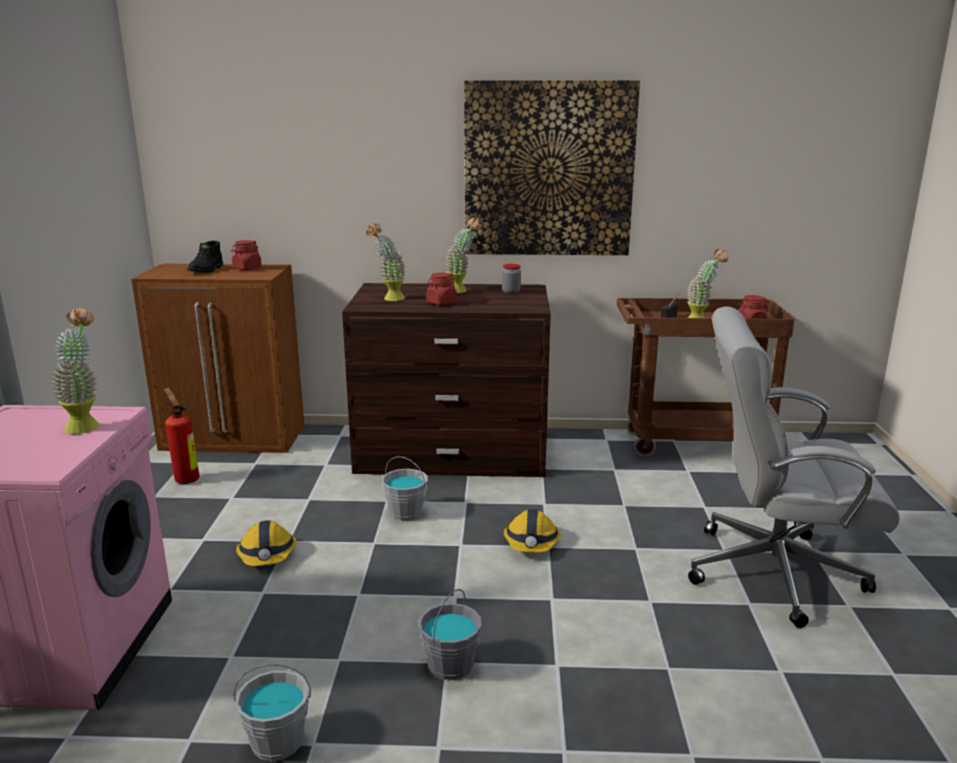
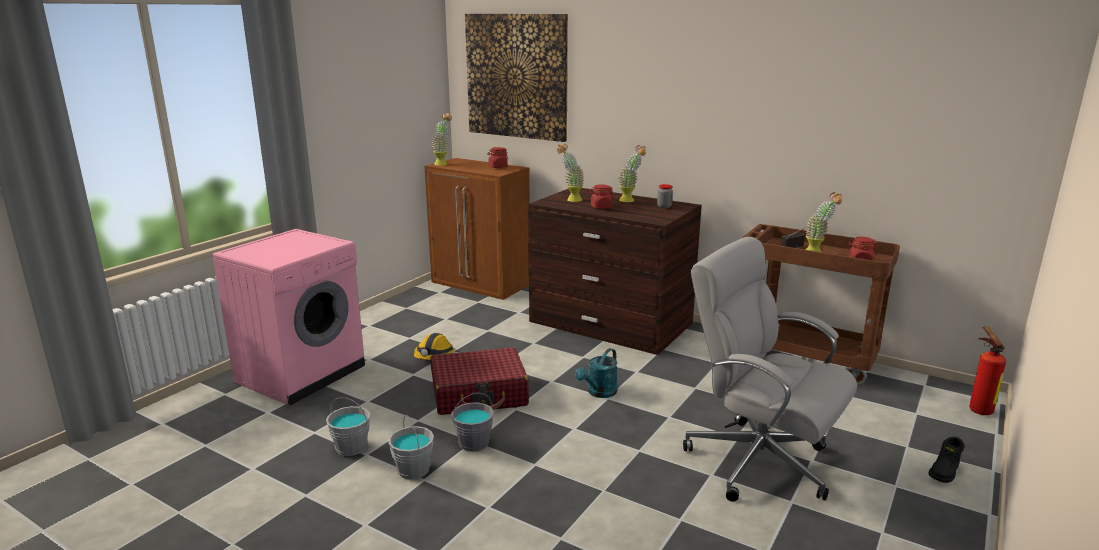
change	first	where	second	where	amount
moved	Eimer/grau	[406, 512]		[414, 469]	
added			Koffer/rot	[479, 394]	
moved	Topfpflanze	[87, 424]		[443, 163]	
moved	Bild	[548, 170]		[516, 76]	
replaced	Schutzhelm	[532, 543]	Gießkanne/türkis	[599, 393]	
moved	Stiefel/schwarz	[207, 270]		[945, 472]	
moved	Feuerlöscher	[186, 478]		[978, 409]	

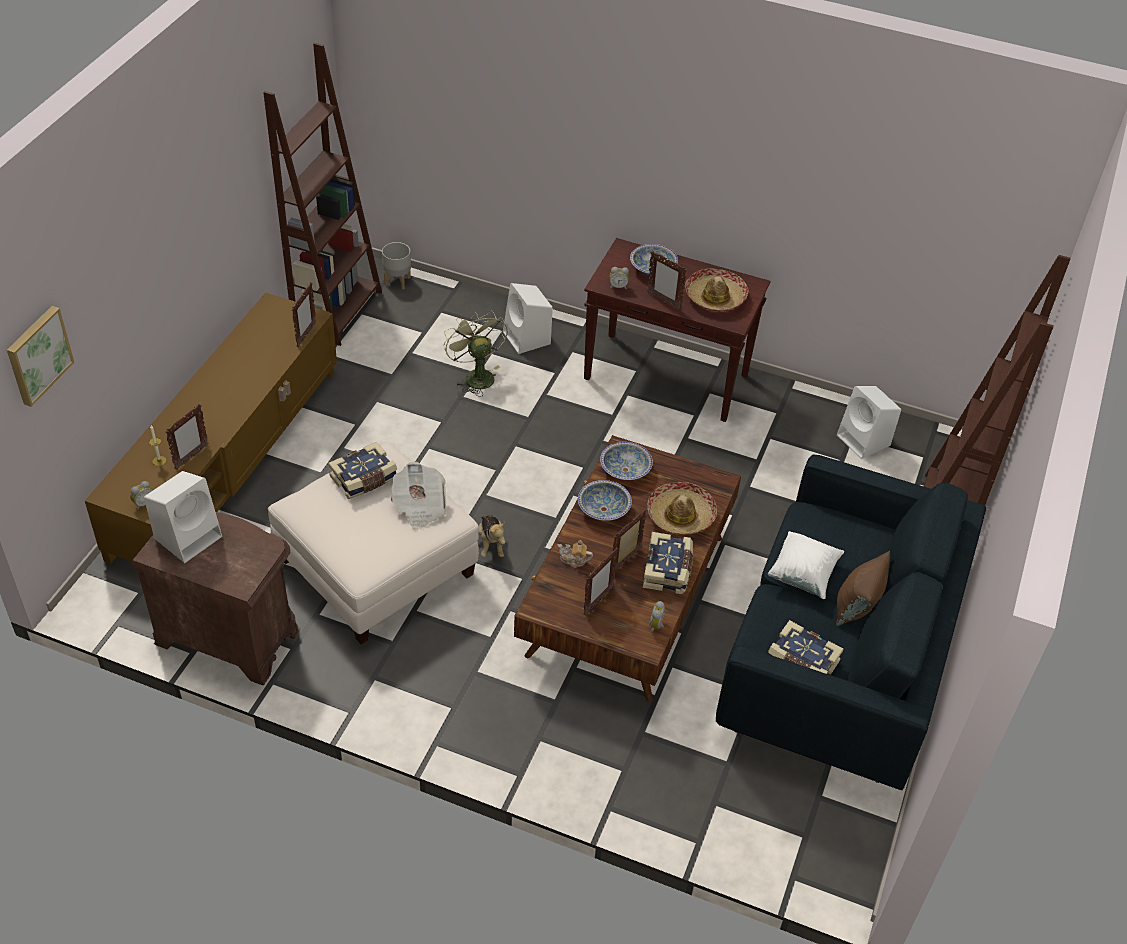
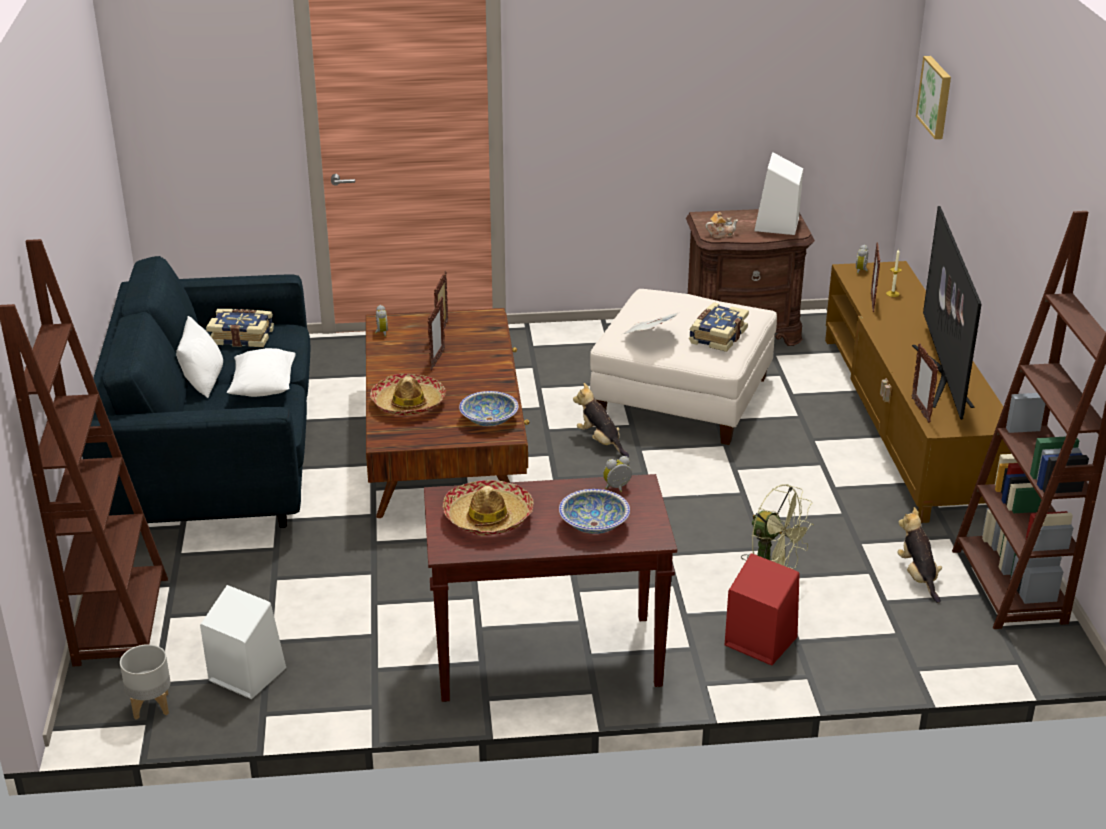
change	first	where	second	where	amount
moved	Pflanzkübel/grau	[398, 281]		[150, 706]	
recoloured	Kissen/braun	[856, 606]	Kissen/weiß	[203, 381]	
moved	Teekanne	[574, 560]		[721, 234]	
recoloured	Lautsprecher/weiß	[527, 338]	Lautsprecher/rot	[758, 641]	
added			Plüschtier	[918, 576]	
added			Fernseher	[942, 375]	
removed	Schüssel	[603, 509]			
removed	Buch	[668, 570]			
removed	Bilderrahmen	[663, 301]			

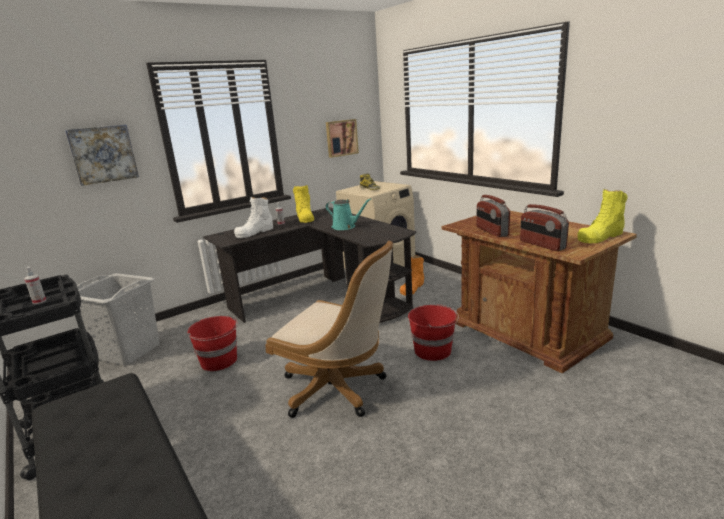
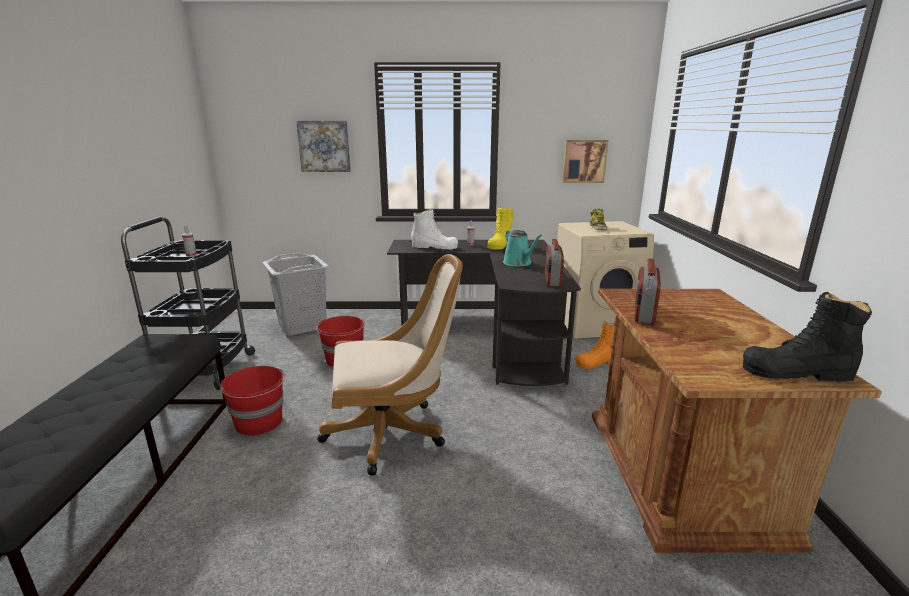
change	first	where	second	where	amount
moved	Eimer/rot	[433, 350]		[259, 422]	
turned	Bürostuhl	[340, 389]		[393, 432]	75 degrees counterclockwise
turned	Stiefel/weiß	[255, 232]		[434, 247]	150 degrees counterclockwise
moved	Radio	[542, 245]		[552, 279]	
recoloured	Stiefel/gelb	[600, 237]	Stiefel/schwarz	[797, 372]	

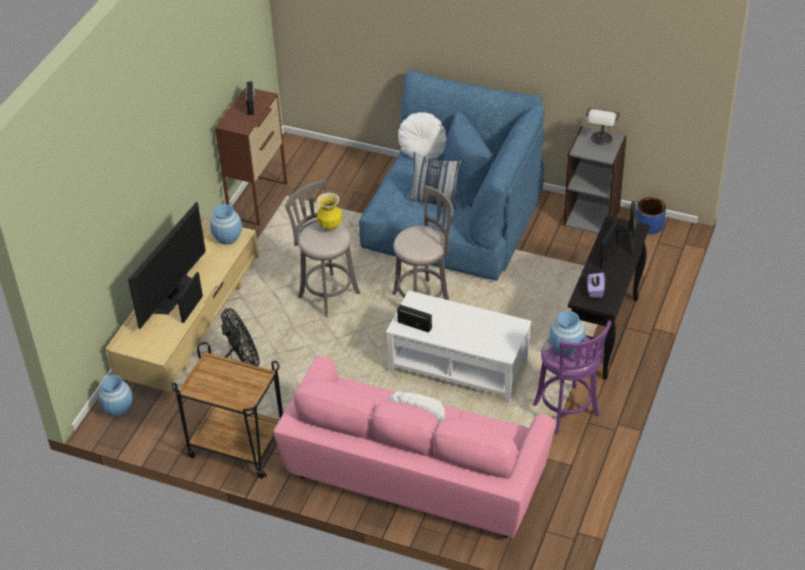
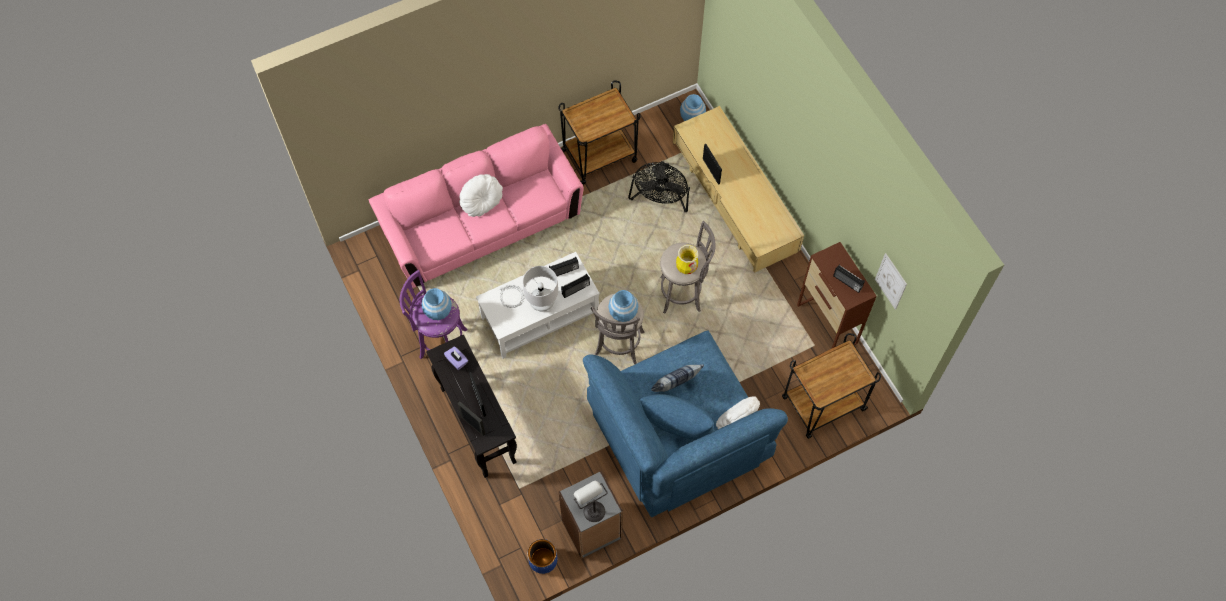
change	first	where	second	where	amount
added			Tischlampe/weiß	[530, 300]	
added			Radio	[576, 290]	
moved	Vase/blau	[227, 237]		[623, 313]	
added			Rollwagen/braun	[822, 404]	
added			Bild	[891, 281]	
removed	Fernseher	[172, 294]			

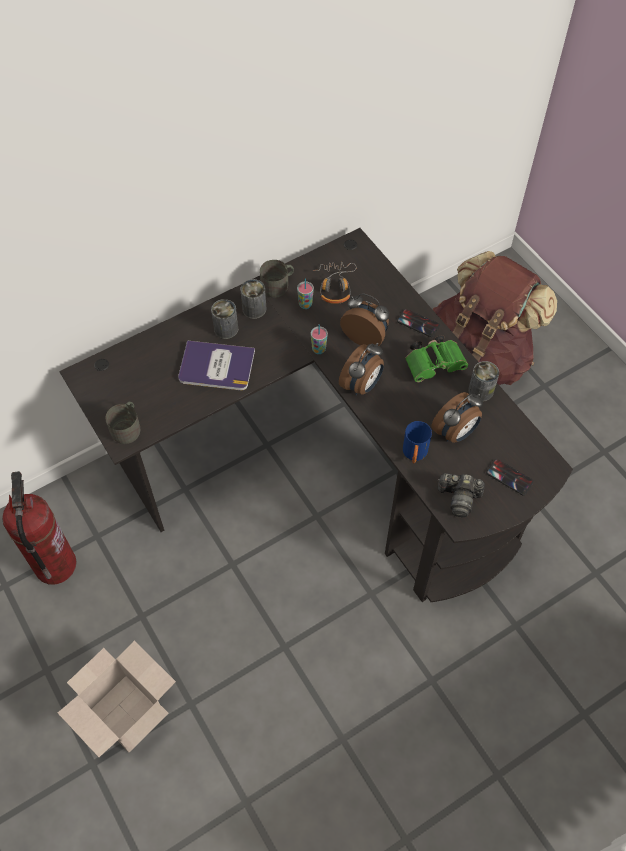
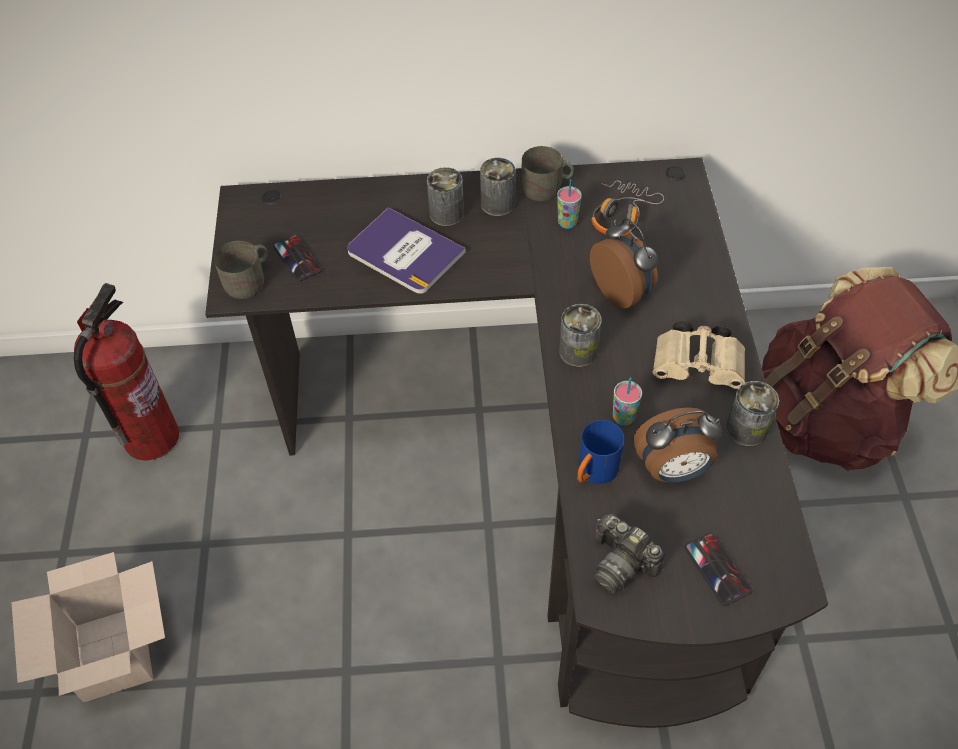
change	first	where	second	where	amount
moved	Handy	[418, 323]		[297, 258]	
replaced	Wecker	[362, 385]	Dose	[578, 351]	
moved	Tasse	[318, 349]		[623, 418]	
recoloured	Fernglas/grün	[435, 365]	Fernglas/beige	[700, 367]	

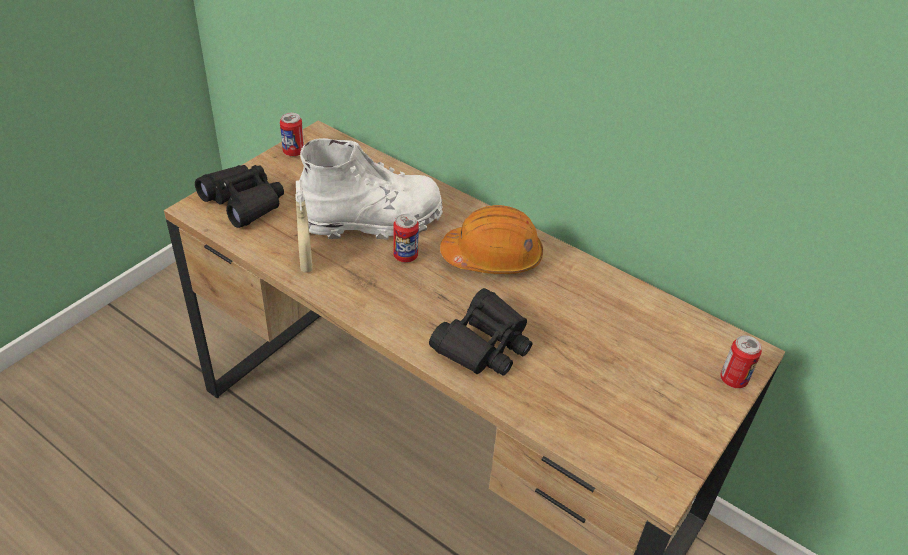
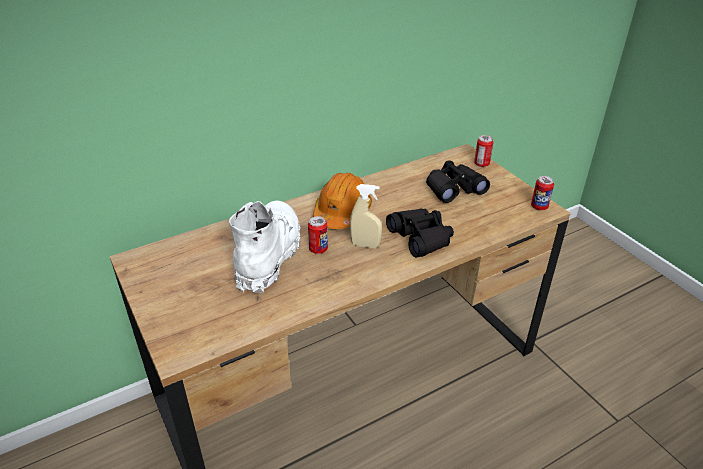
change	first	where	second	where	amount
moved	Sprühflasche/beige	[306, 262]		[365, 245]	
moved	Fernglas/schwarz	[244, 202]		[453, 189]	
moved	Dose	[293, 152]		[539, 207]	

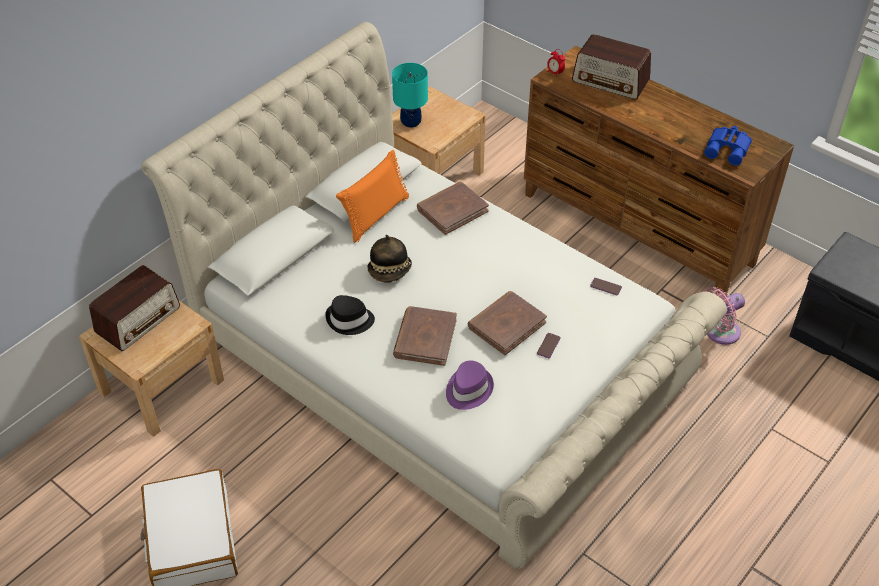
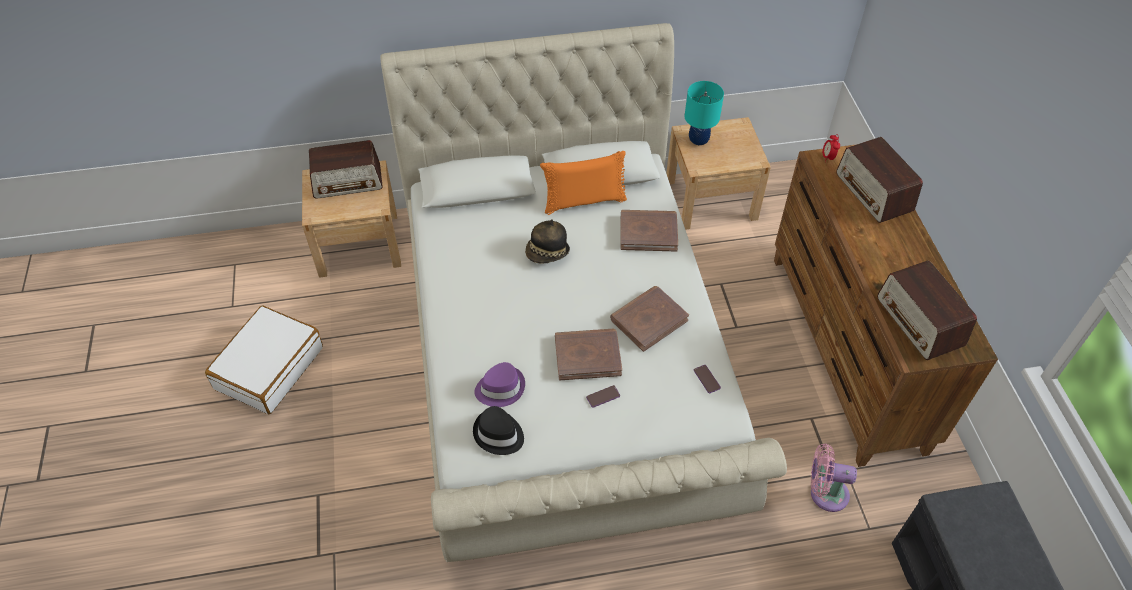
change	first	where	second	where	amount
moved	Hut/schwarz	[349, 320]		[498, 434]	
moved	Buch/braun	[425, 338]		[648, 320]	
replaced	Fernglas/blau	[728, 149]	Radio	[920, 322]	

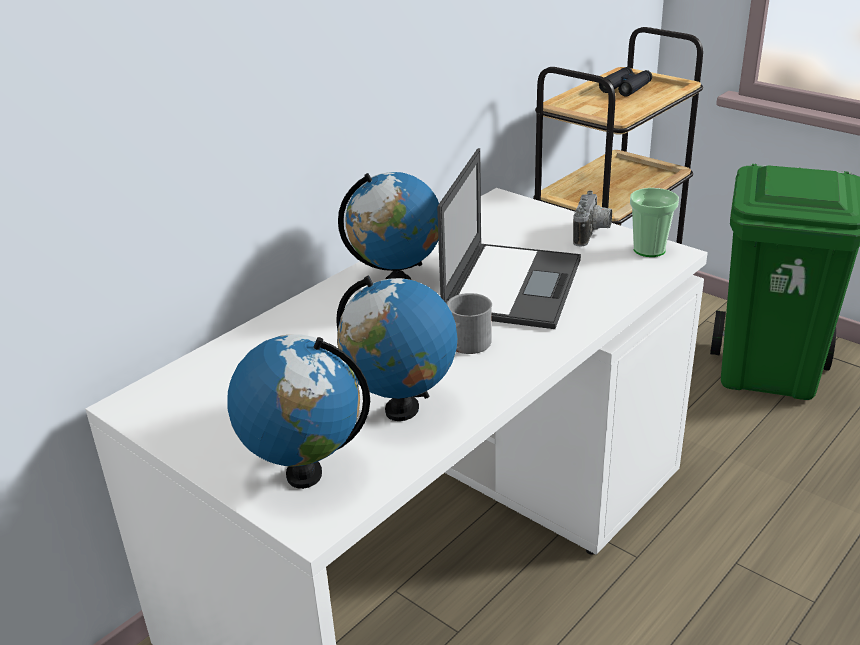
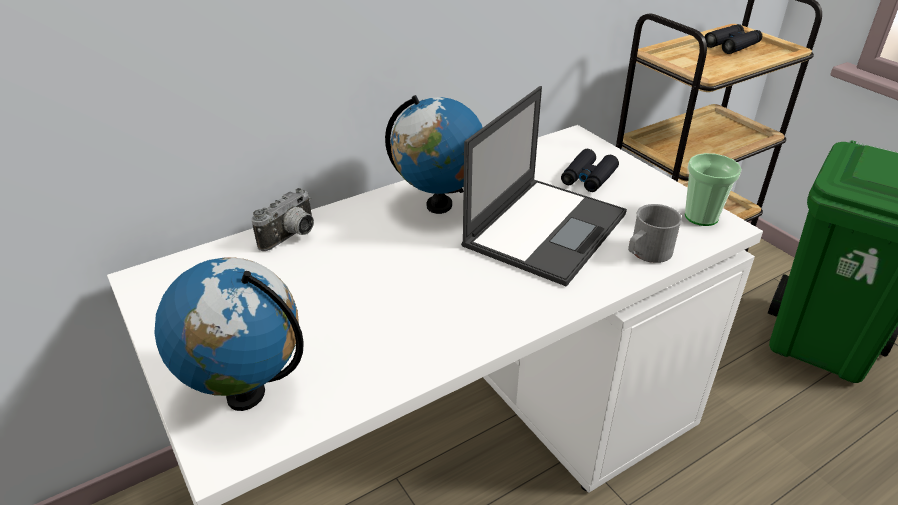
change	first	where	second	where	amount
moved	Kamera	[592, 234]		[292, 237]	
added			Fernglas/schwarz	[588, 178]	
moved	Henkelbecher/grau	[465, 346]		[646, 253]	
removed	Globus	[401, 410]			

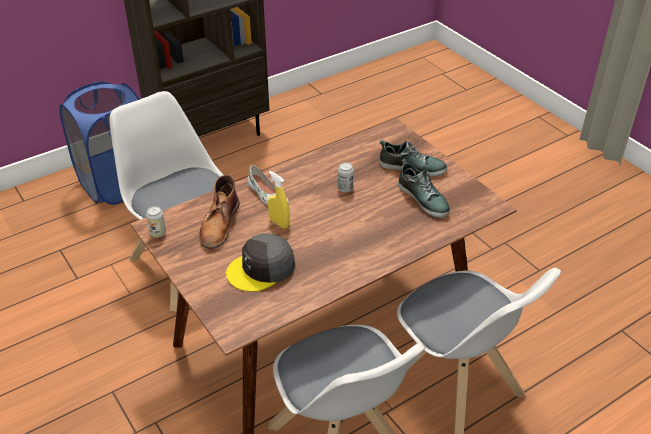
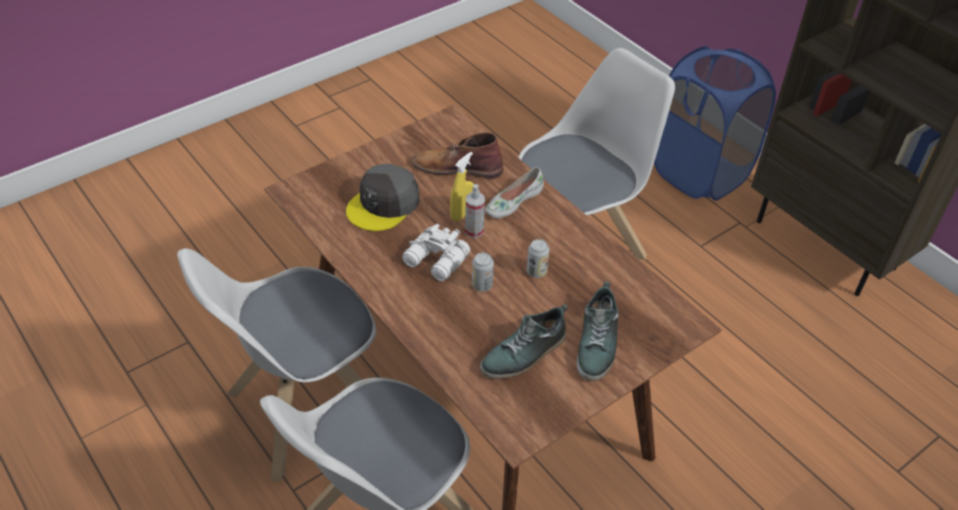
change	first	where	second	where	amount
turned	Kappe/grau	[261, 269]		[384, 204]	105 degrees counterclockwise
added			Fernglas/weiß	[436, 261]	
added			Sprühflasche	[474, 231]	
moved	Dose	[158, 233]		[482, 285]	

